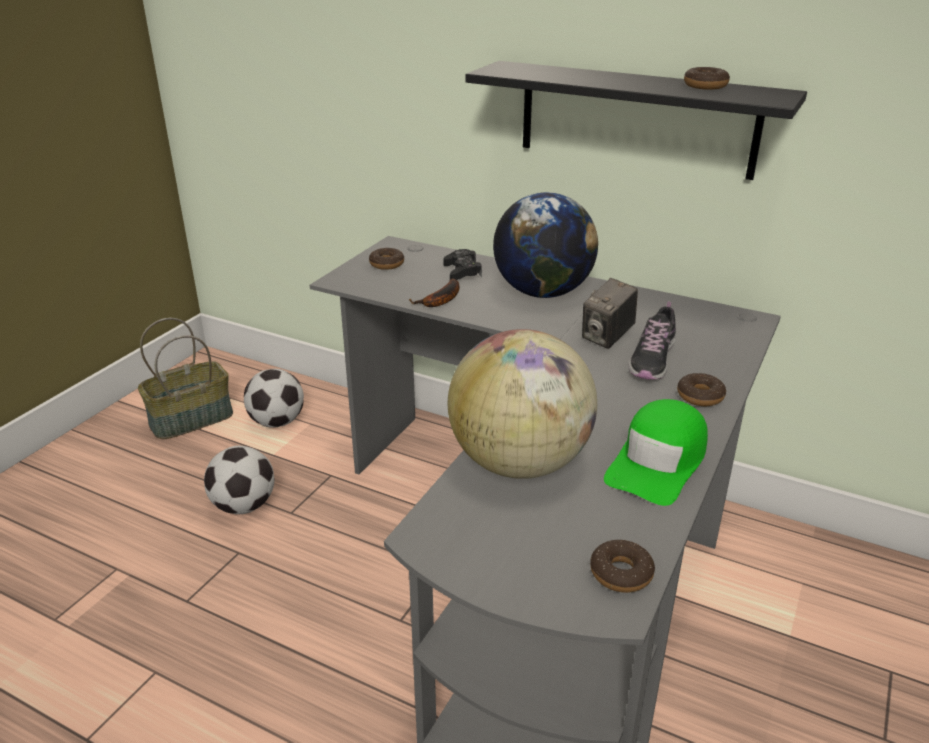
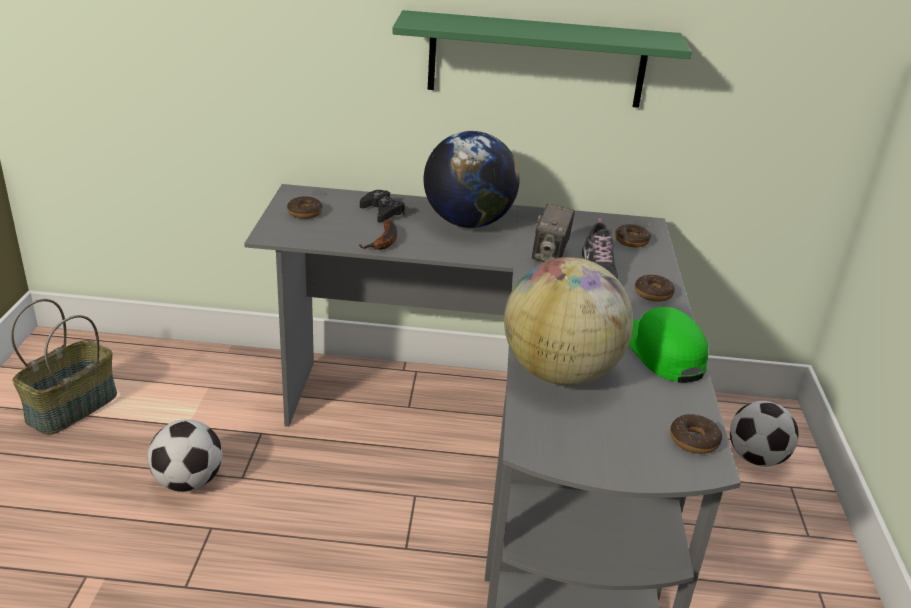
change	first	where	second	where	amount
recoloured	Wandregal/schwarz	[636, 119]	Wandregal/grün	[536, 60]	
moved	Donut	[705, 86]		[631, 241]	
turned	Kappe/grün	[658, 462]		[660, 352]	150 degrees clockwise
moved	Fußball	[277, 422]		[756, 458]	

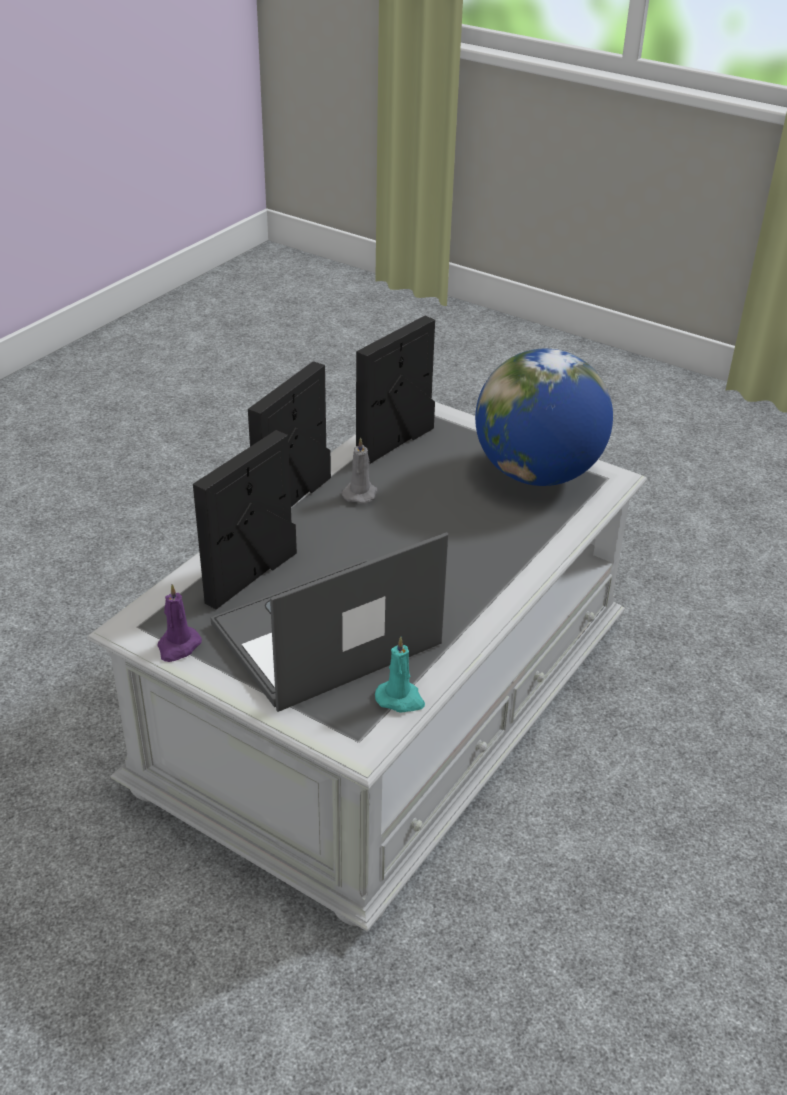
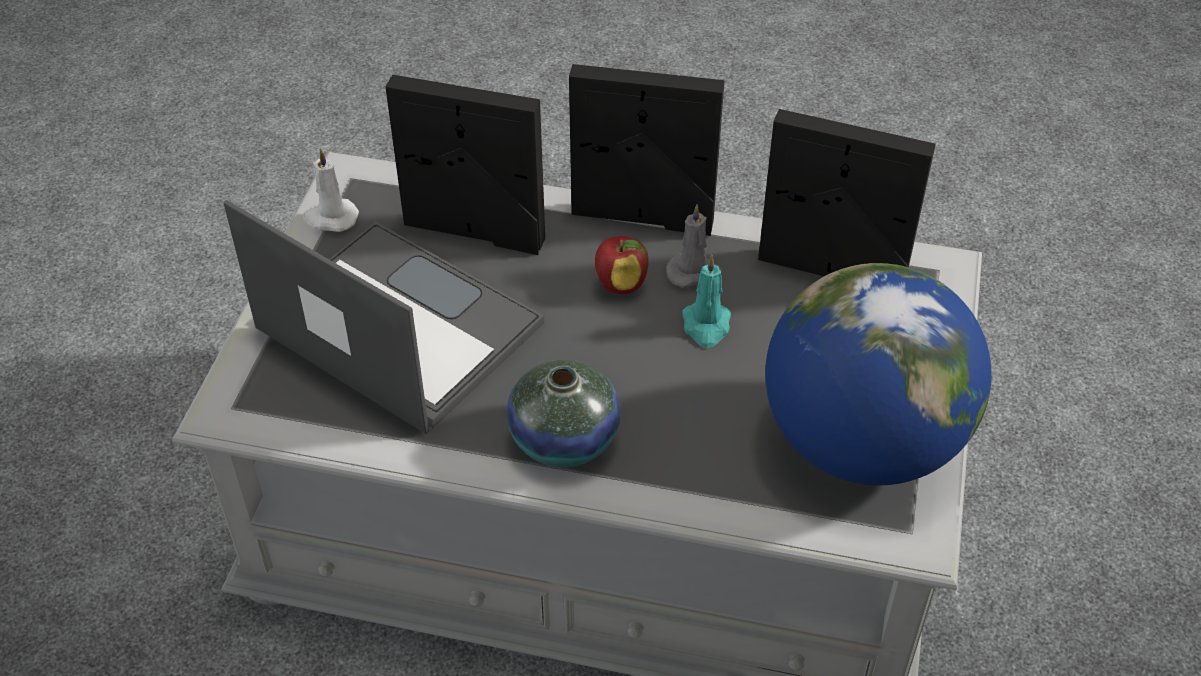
change	first	where	second	where	amount
recoloured	Kerze/lila	[178, 646]	Kerze/weiß	[330, 218]	
added			Vase	[564, 439]	
added			Apfel	[621, 285]	
moved	Kerze/türkis	[400, 699]		[706, 326]	

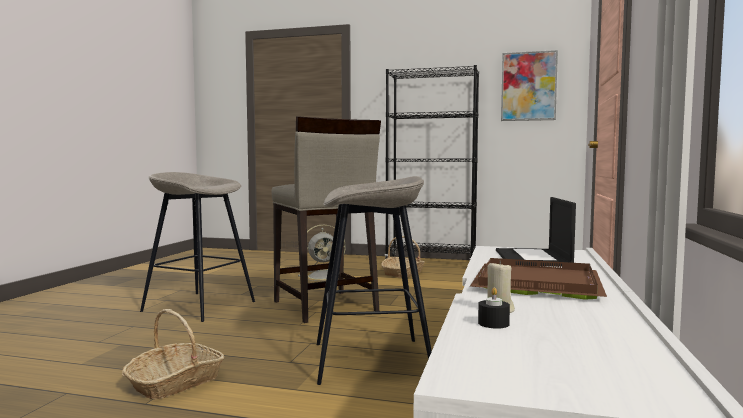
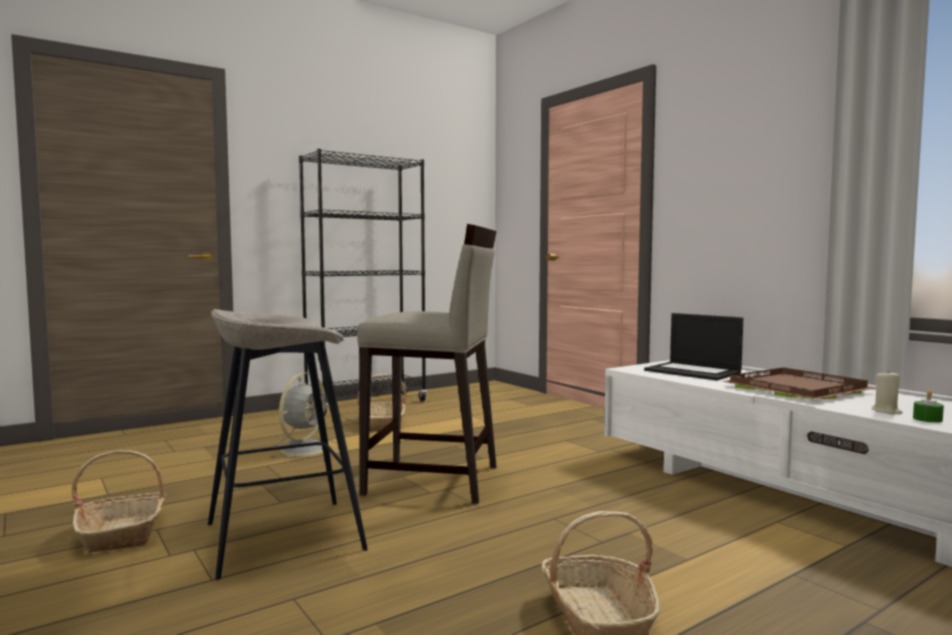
change	first	where	second	where	amount
added			Korb	[123, 533]	
recoloured	Kerze/schwarz	[493, 323]	Kerze/grün	[927, 419]	
removed	Hocker/grau	[371, 360]			
removed	Bild	[528, 86]			

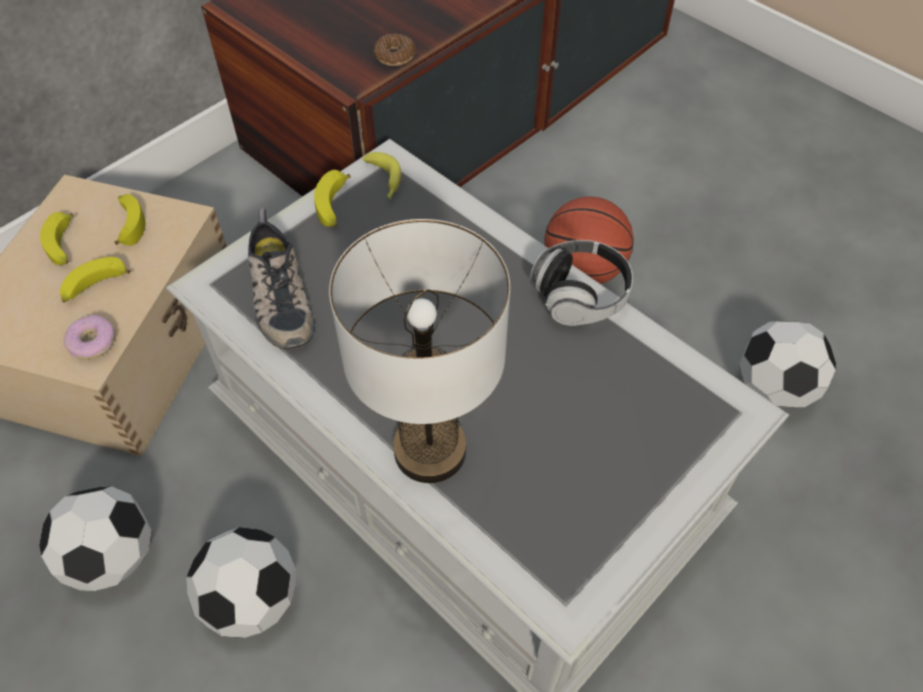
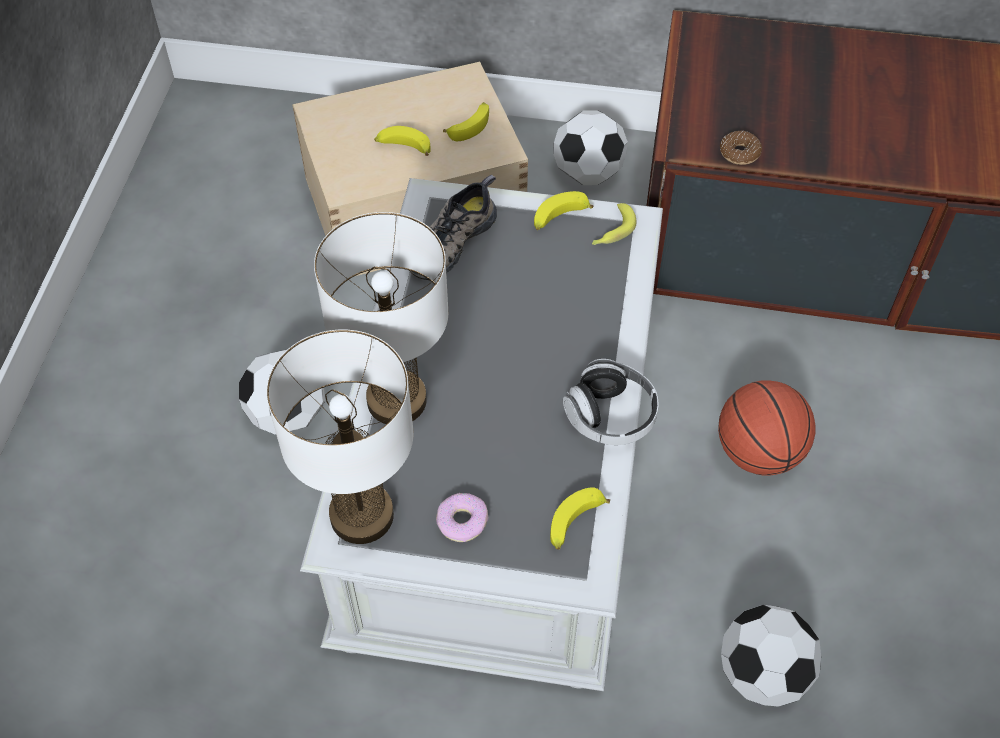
change	first	where	second	where	amount
added			Tischlampe	[363, 515]	
moved	Donut	[92, 342]		[462, 521]	
moved	Banane	[64, 246]		[575, 524]	
moved	Fußball	[113, 557]		[588, 173]	

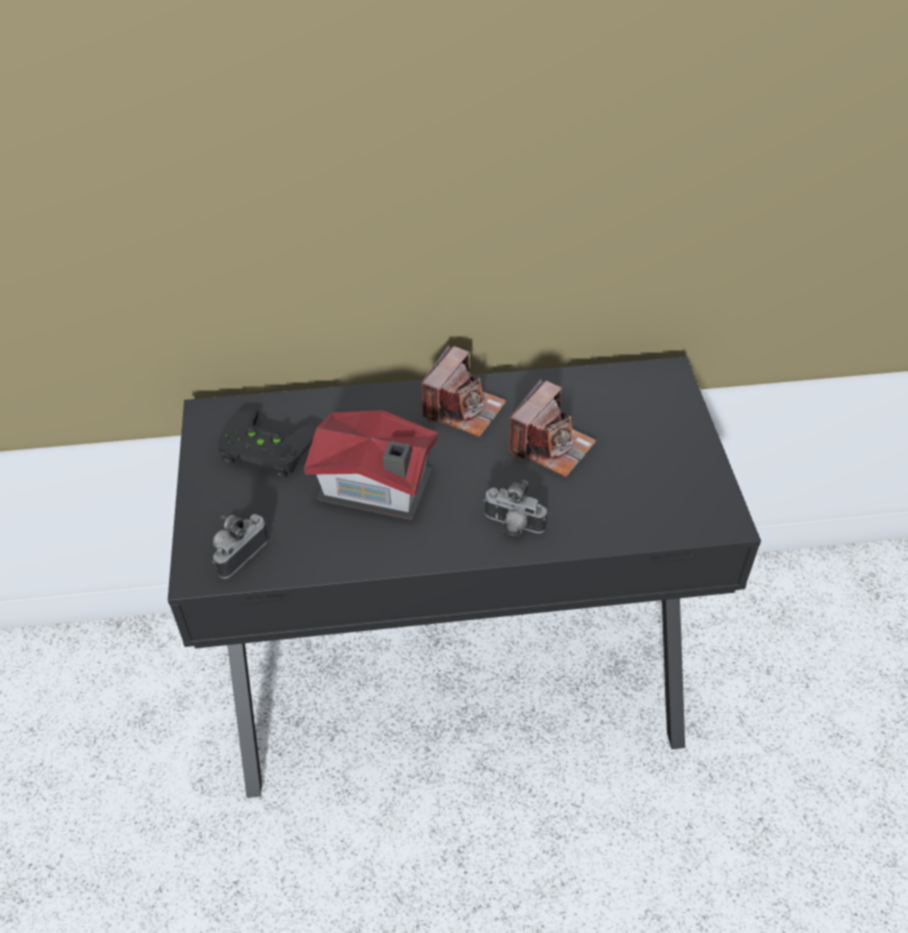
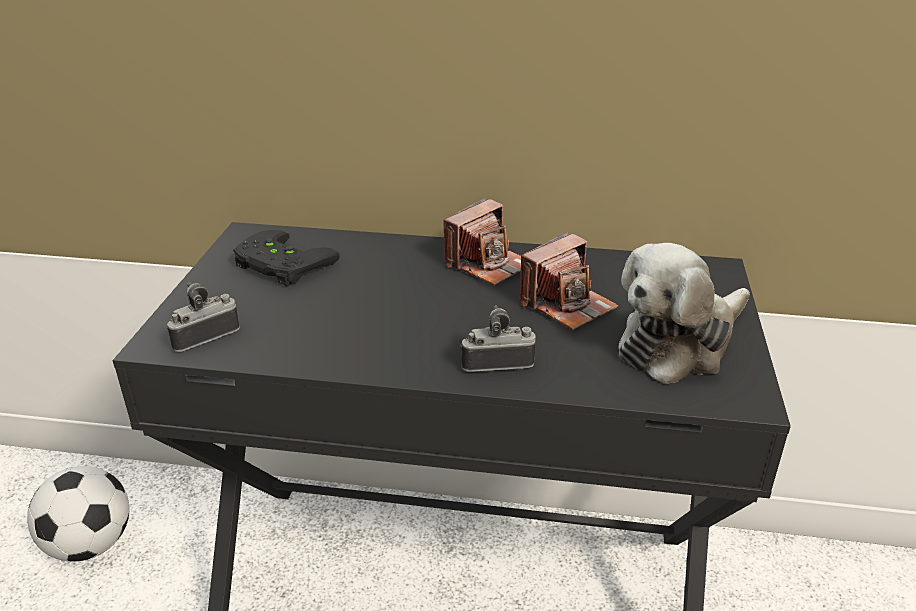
change	first	where	second	where	amount
added			Fußball	[90, 544]	
turned	Kamera	[512, 526]		[496, 362]	135 degrees clockwise
added			Plüschtier	[678, 344]	
removed	Spielzeughaus	[377, 489]			

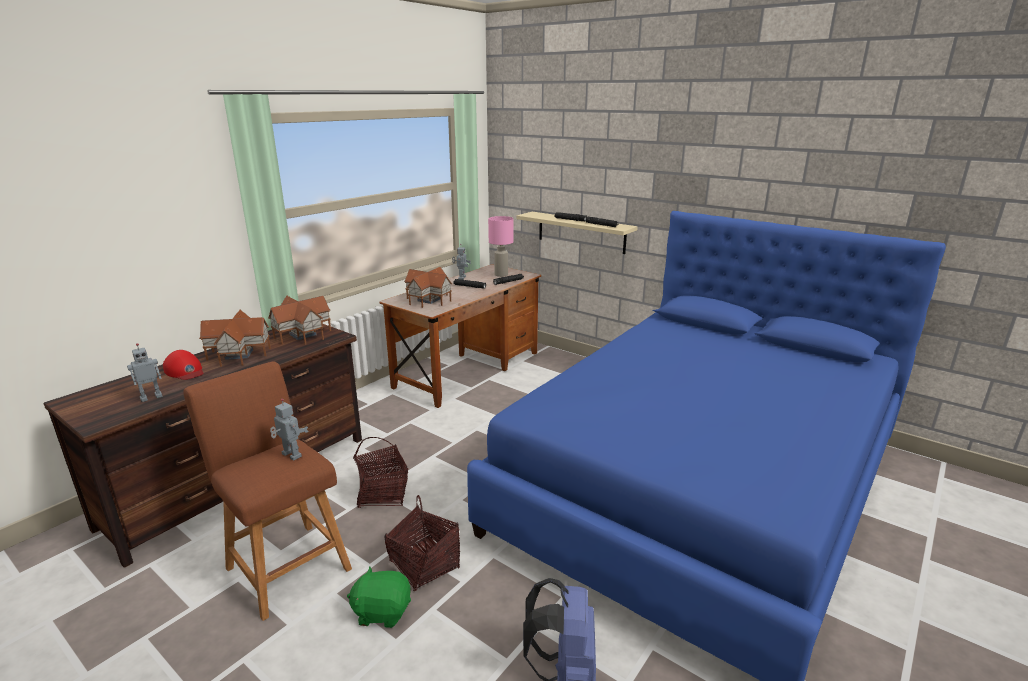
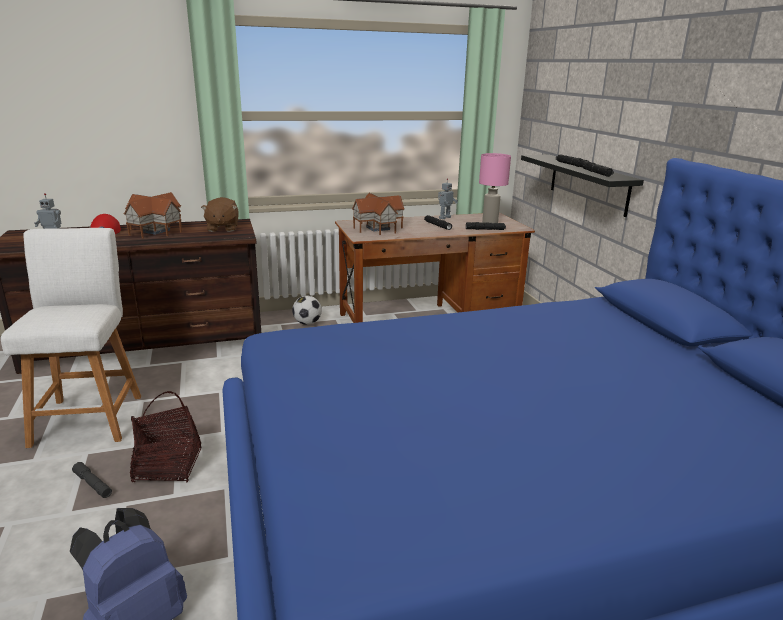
change	first	where	second	where	amount
recoloured	Hocker/braun	[286, 565]	Hocker/weiß	[89, 417]	
replaced	Plüschtier/grün	[382, 611]	Taschenlampe/grau	[93, 484]	
replaced	Spielzeughaus	[303, 334]	Plüschtier/braun	[222, 228]	
added			Fußball	[307, 323]	
recoloured	Wandregal/beige	[581, 232]	Wandregal/schwarz	[588, 184]	
removed	Spielzeugroboter	[290, 455]			
removed	Korb	[383, 493]			

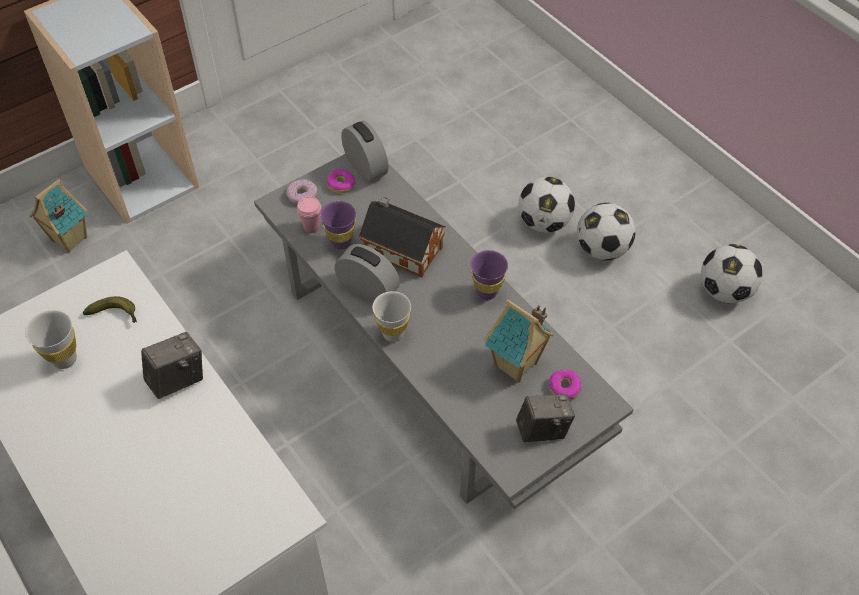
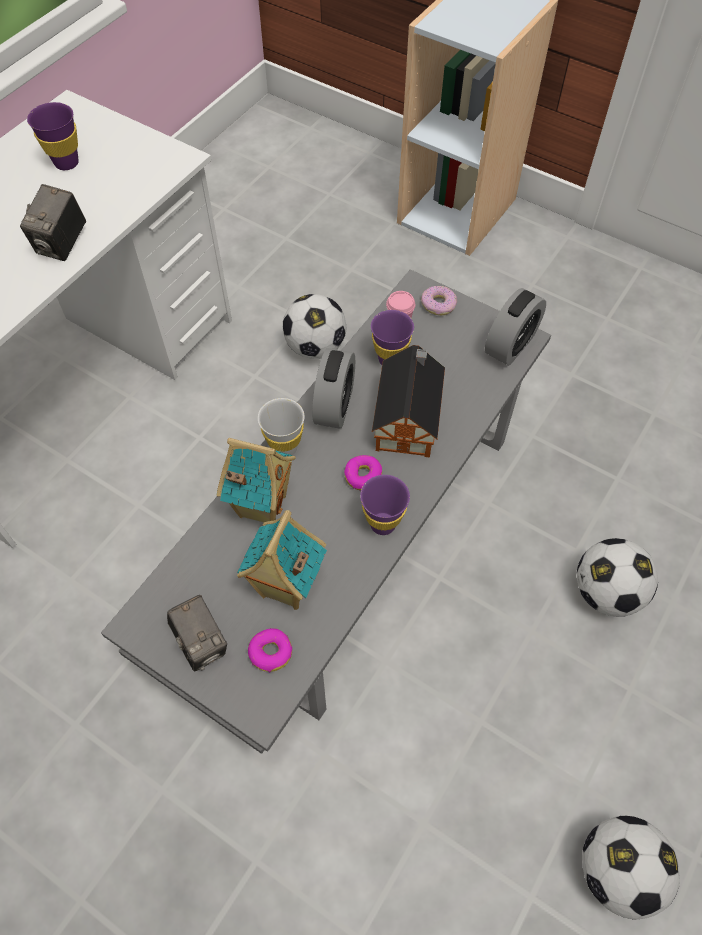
change	first	where	second	where	amount
turned	Kamera	[177, 379]		[62, 244]	75 degrees clockwise
recoloured	Tasse/weiß	[64, 359]	Tasse/lila	[66, 163]	
moved	Spielzeughaus	[68, 240]		[261, 505]	
moved	Fußball	[602, 249]		[315, 347]	
moved	Donut	[341, 184]		[363, 476]	
removed	Banane	[116, 314]			

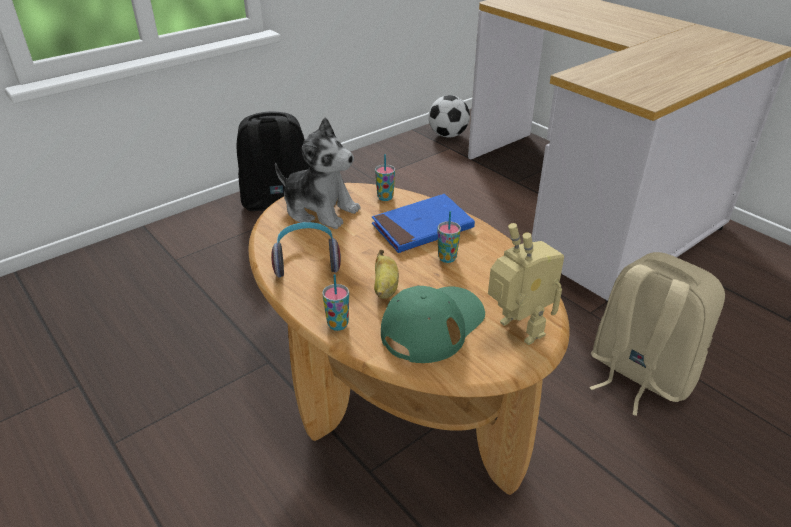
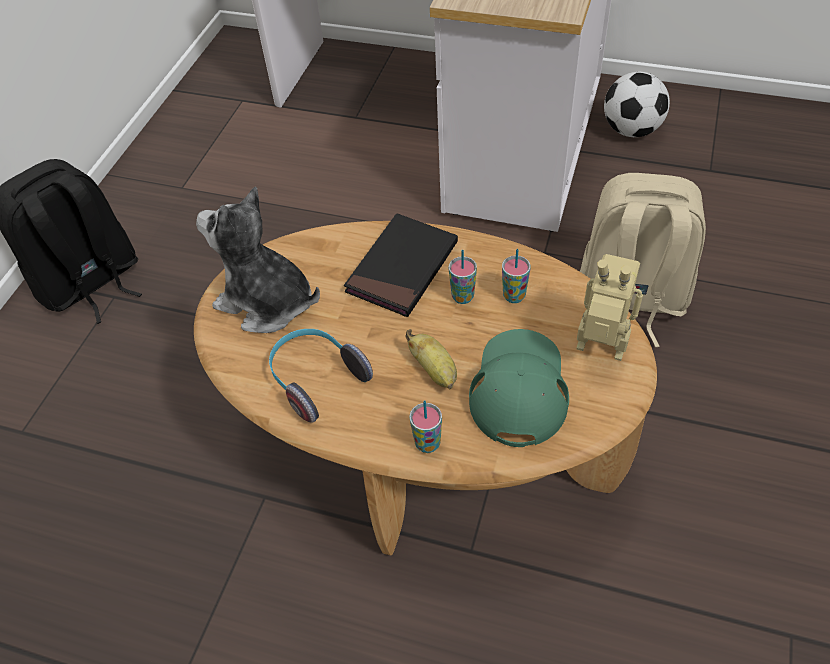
change	first	where	second	where	amount
turned	Plüschtier	[320, 210]		[266, 302]	150 degrees counterclockwise
recoloured	Buch/blau	[422, 227]	Buch/schwarz	[402, 268]	
moved	Tasse	[385, 197]		[514, 296]	
moved	Fußball	[448, 135]		[631, 130]	

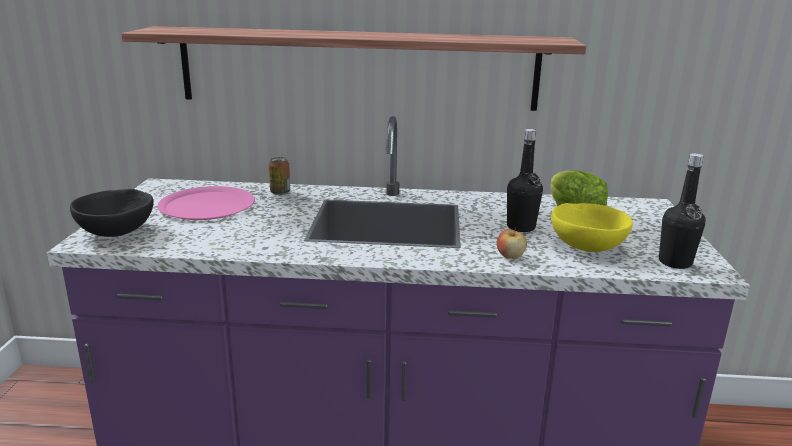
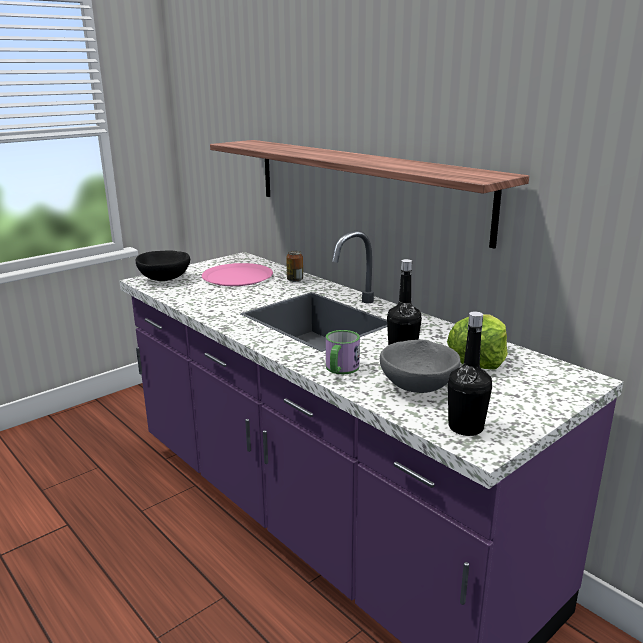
change	first	where	second	where	amount
replaced	Apfel	[510, 256]	Henkelbecher	[340, 369]	
recoloured	Schüssel/gelb	[587, 247]	Schüssel/grau	[418, 387]	

